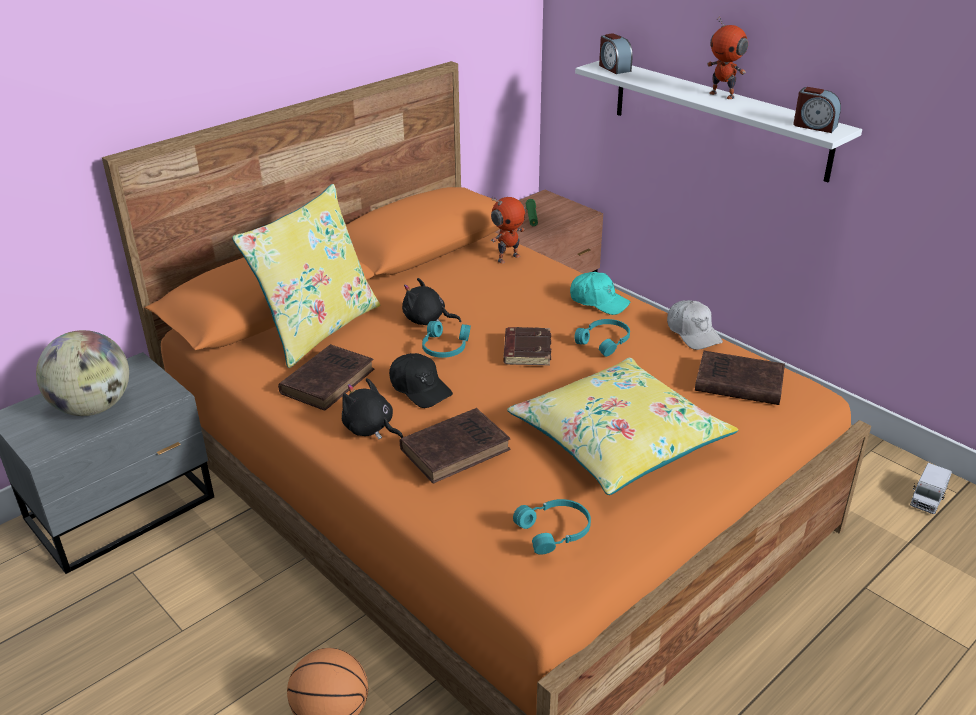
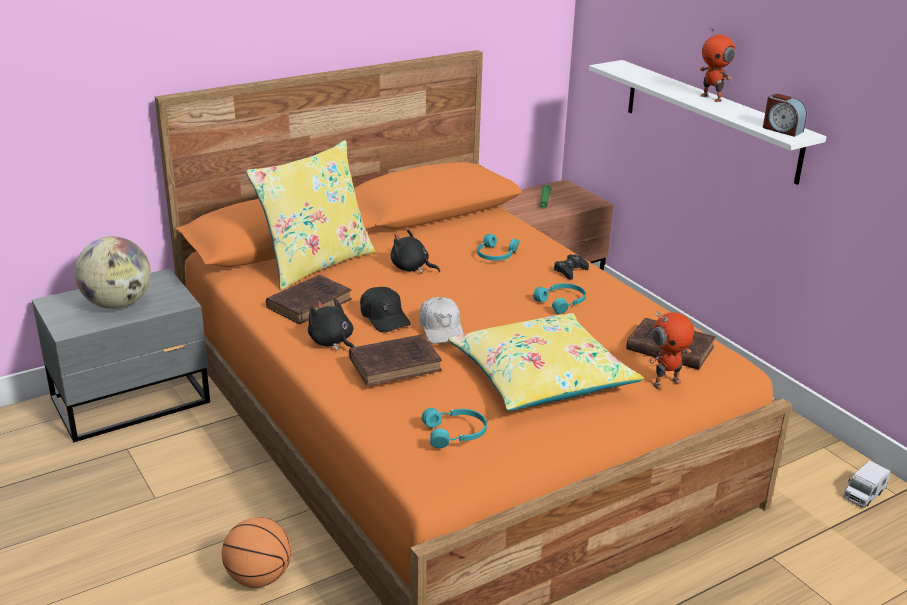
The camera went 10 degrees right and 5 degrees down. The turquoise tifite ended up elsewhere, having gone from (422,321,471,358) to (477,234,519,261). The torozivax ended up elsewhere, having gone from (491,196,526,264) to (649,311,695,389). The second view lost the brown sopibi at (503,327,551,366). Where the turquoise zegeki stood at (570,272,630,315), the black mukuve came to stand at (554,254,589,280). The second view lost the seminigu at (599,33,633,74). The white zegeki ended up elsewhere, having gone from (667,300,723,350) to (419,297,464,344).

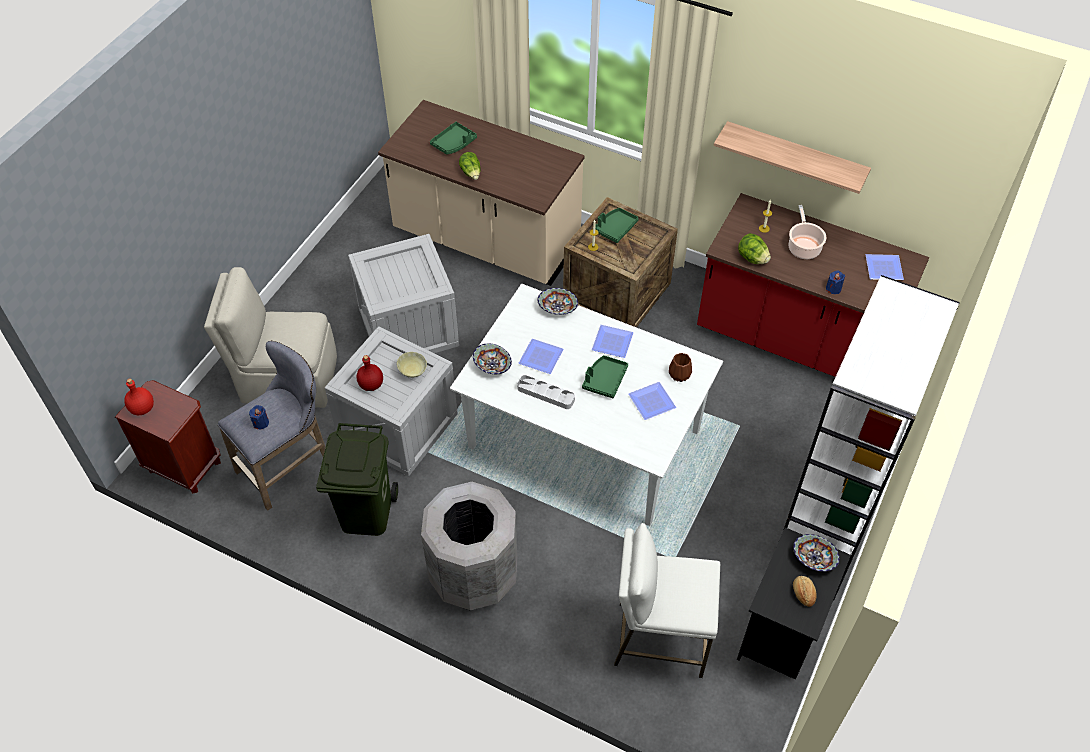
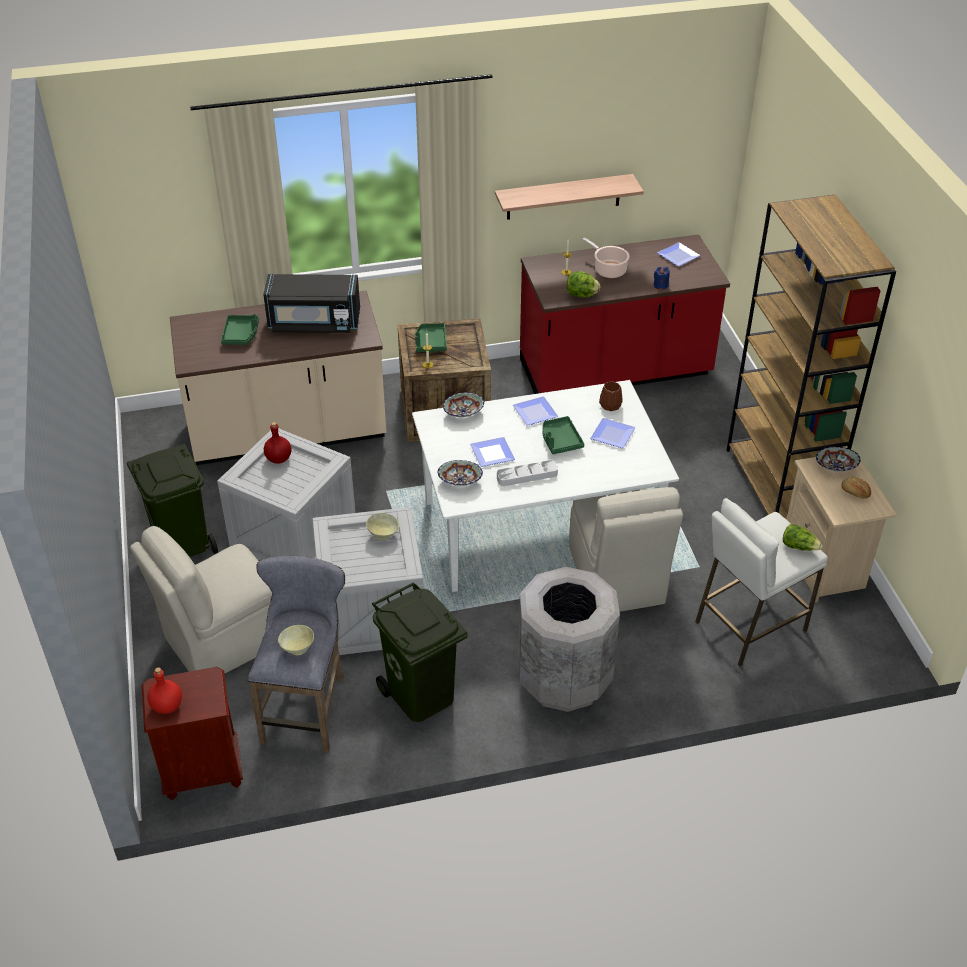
The camera went 40 degrees left and 10 degrees down. Where the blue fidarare stood at (249,405,269,429), the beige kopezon came to stand at (278,625,314,655). The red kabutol ended up elsewhere, having gone from (357,355,383,391) to (264,422,291,464). The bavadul ended up elsewhere, having gone from (459,152,481,180) to (783,524,823,551). What was the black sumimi at (737,527,851,680) turned into the beige sumimi at (786,457,897,603). What was the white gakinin at (783,275,960,601) turned into the brown gakinin at (727,195,896,519). The second view gained the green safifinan at (127,444,218,557). The second view gained the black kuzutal at (263,274,360,333). The second view gained the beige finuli at (569,487,683,612).

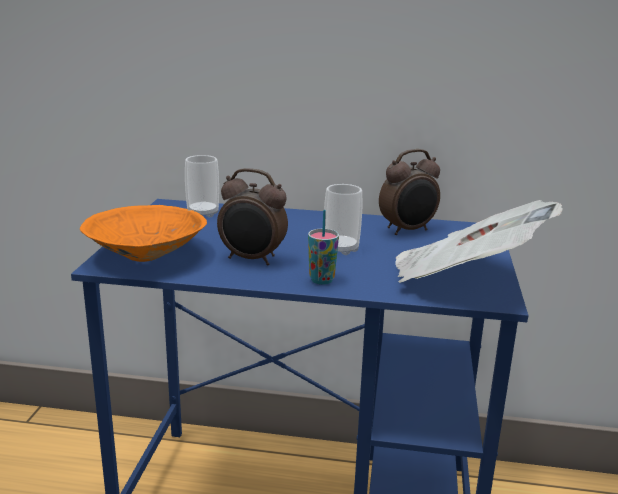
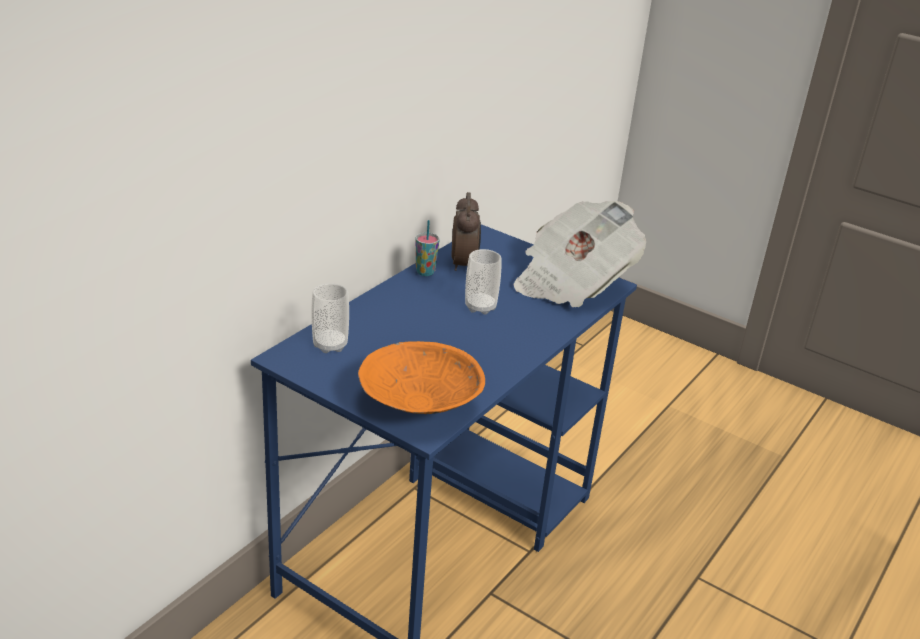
The camera went 65 degrees left and 10 degrees up. The second view lost the seminigu at (217,168,288,265). The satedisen ended up elsewhere, having gone from (308,210,339,285) to (416,220,440,276).

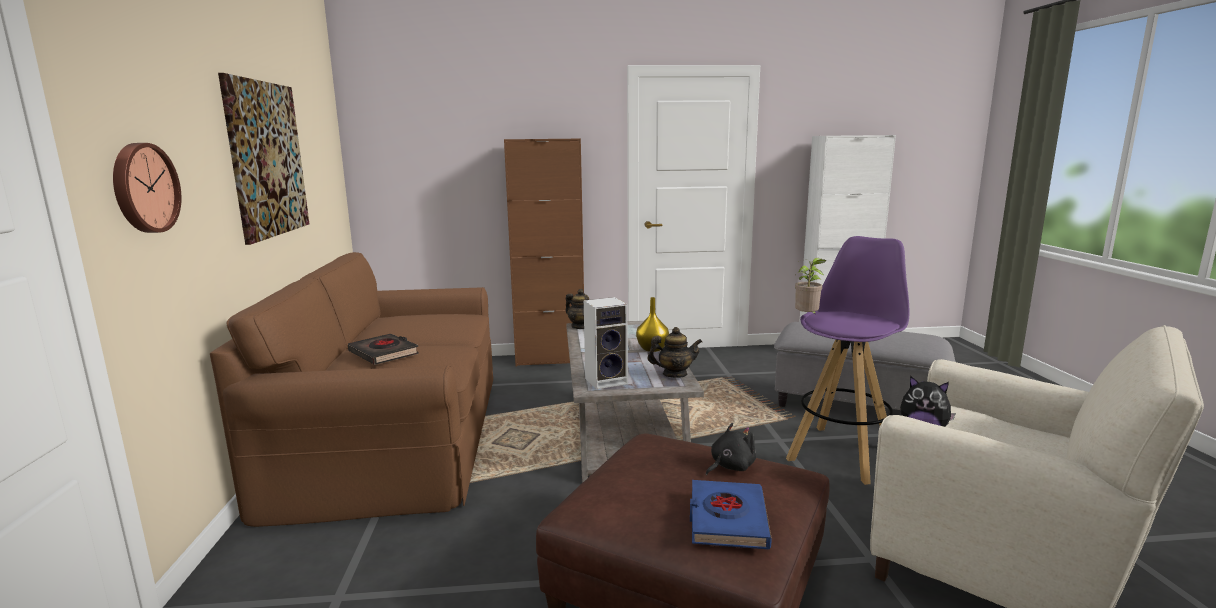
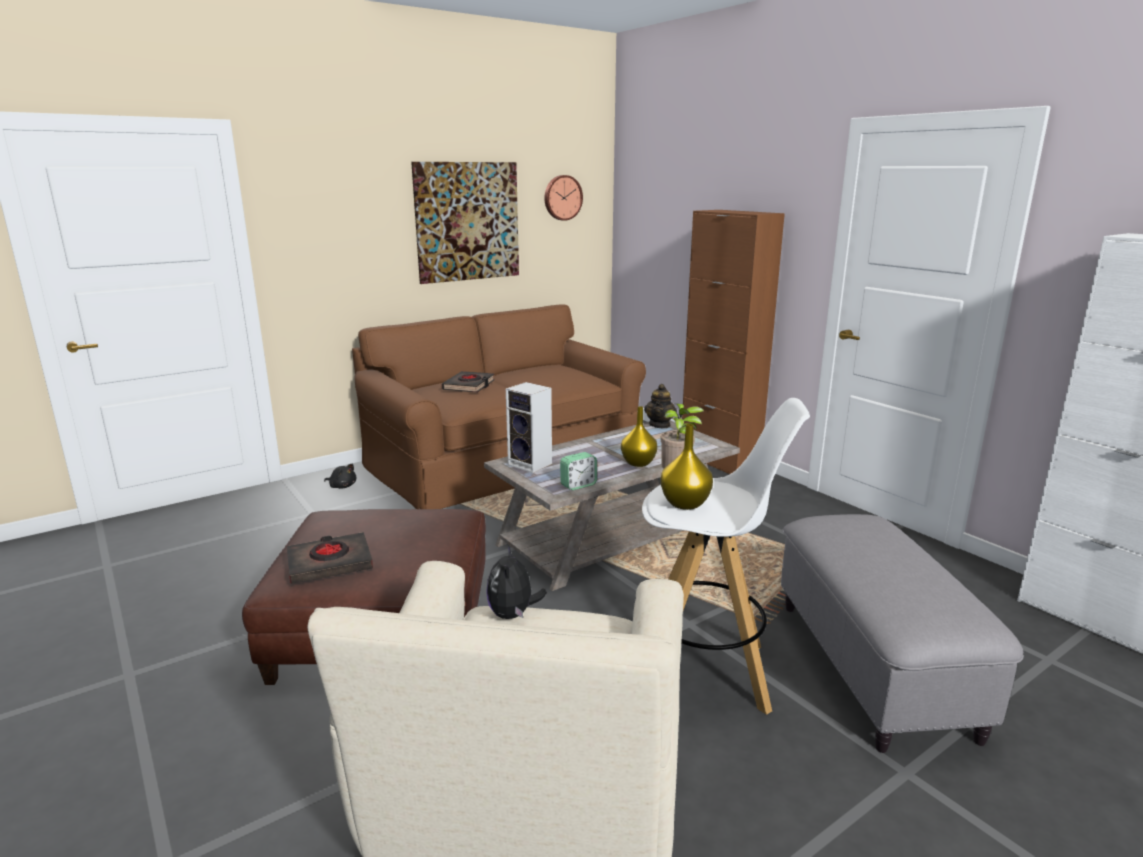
The camera went 60 degrees right and 5 degrees up. The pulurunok ended up elsewhere, having gone from (113,143,181,233) to (544,175,583,221). Where the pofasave stood at (648,327,702,378), the seminigu came to stand at (560,452,597,490). What was the blue sopibi at (690,480,772,549) turned into the black sopibi at (287,532,373,584). The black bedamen ended up elsewhere, having gone from (706,423,756,476) to (324,464,357,488). What was the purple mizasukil at (786,236,909,485) turned into the white mizasukil at (642,398,810,715). The second view gained the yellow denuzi at (661,424,713,510).

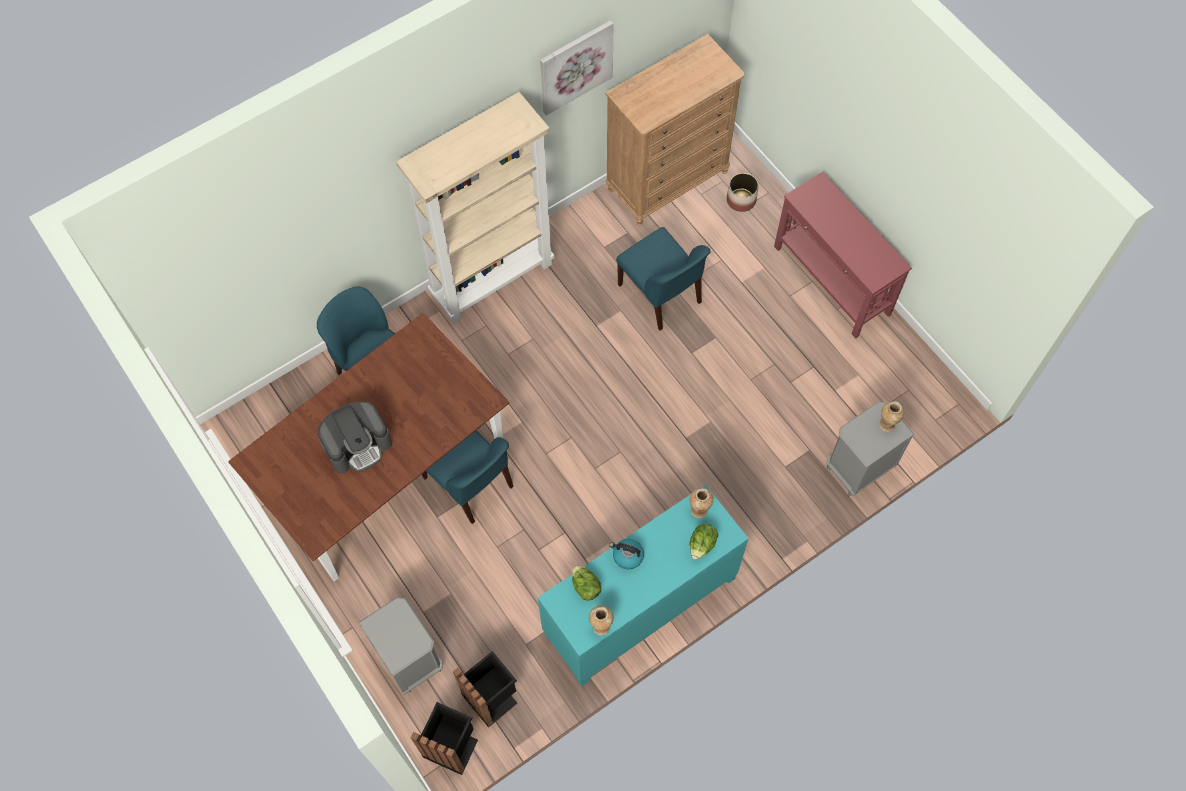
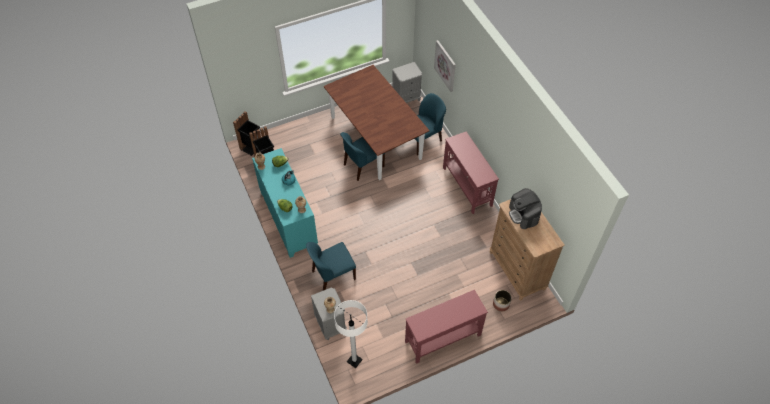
The camera went 100 degrees right and 10 degrees down. The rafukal ended up elsewhere, having gone from (318,401,392,474) to (509,188,542,229). The grey sumimi ended up elsewhere, having gone from (359,597,443,695) to (392,62,423,103). Where the beige gakinin stood at (396,92,554,324), the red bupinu came to stand at (443,132,499,214). The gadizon ended up elsewhere, having gone from (540,20,614,116) to (434,40,456,92). The blue finuli ended up elsewhere, having gone from (616,227,710,330) to (306,242,356,291). The second view gained the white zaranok at (334,300,368,368).

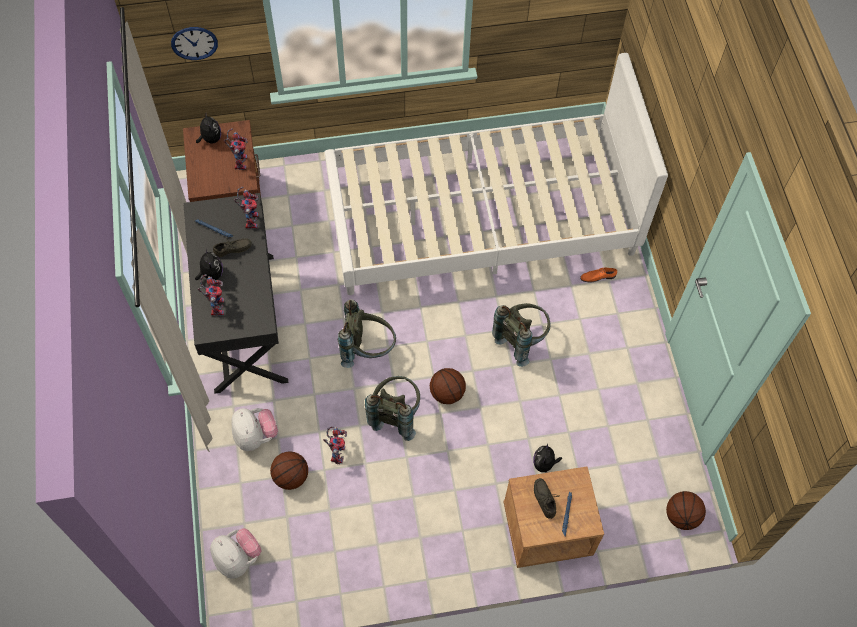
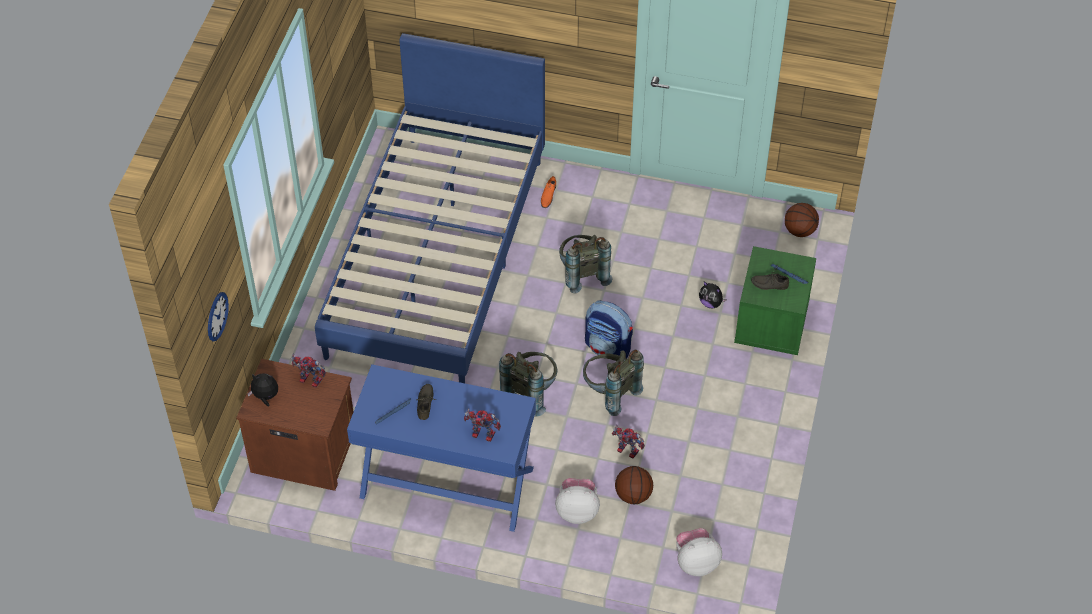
The camera went 65 degrees left and 10 degrees down. What was the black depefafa at (183,193,288,394) turned into the blue depefafa at (347,364,536,532). The second view lost the bedamen at (195,248,223,280). The second view lost the torozivax at (234,187,259,229). What was the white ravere at (325,53,668,295) turned into the blue ravere at (315,33,545,383). Where the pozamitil stood at (430,368,466,404), the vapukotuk came to stand at (585,300,633,358). What was the brown sumimi at (504,466,604,568) turned into the green sumimi at (734,246,816,355).

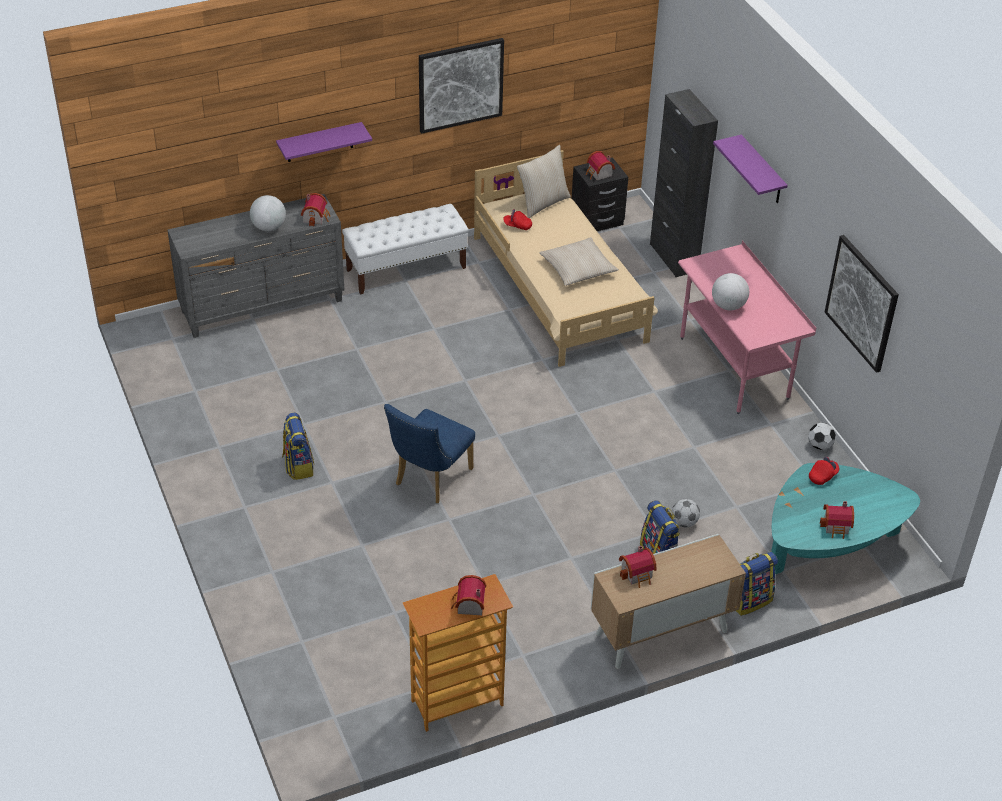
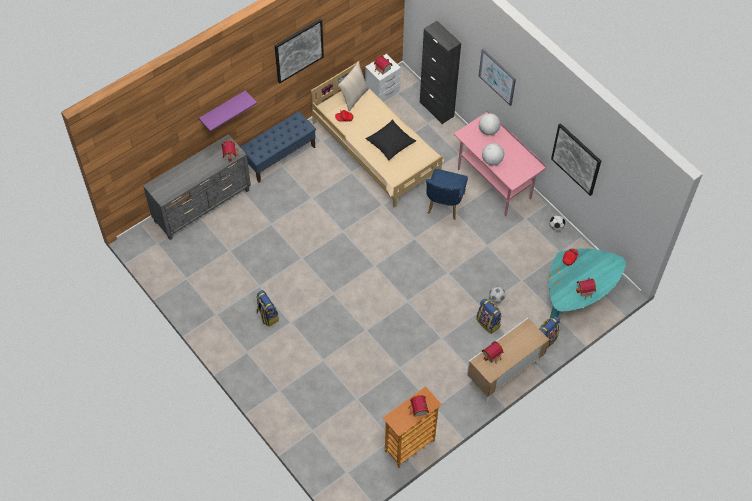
The camera went 15 degrees left and 15 degrees up. The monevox ended up elsewhere, having gone from (250,195,286,231) to (479,113,501,135). What was the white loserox at (342,204,469,295) turned into the blue loserox at (241,111,316,183). The blue finuli ended up elsewhere, having gone from (384,404,475,503) to (426,169,468,220). What was the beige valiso at (539,237,619,286) turned into the black valiso at (366,120,416,160). What was the black sumimi at (572,157,628,231) turned into the white sumimi at (365,54,401,101). Where the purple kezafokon hung at (713,135,788,203), the gadizon came to hang at (479,49,516,106).

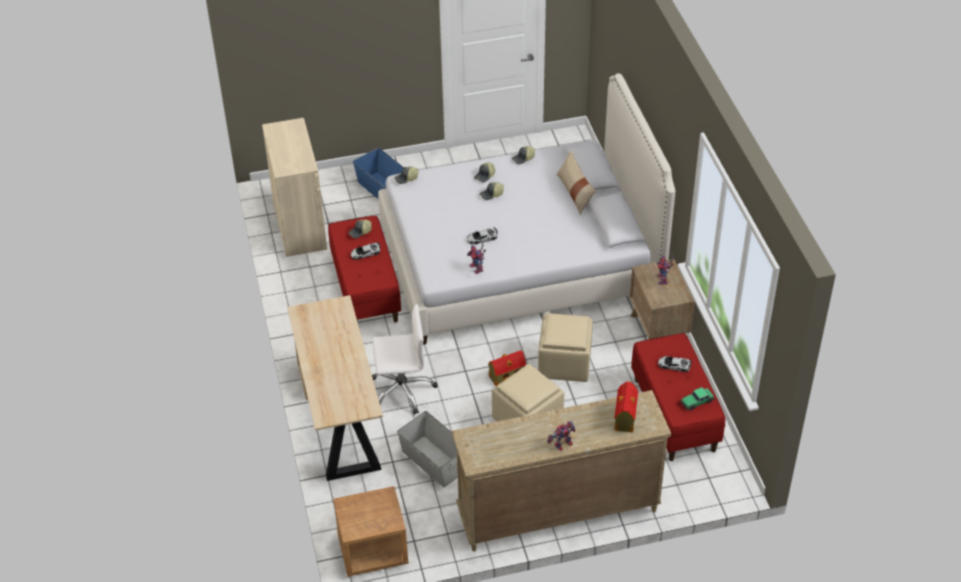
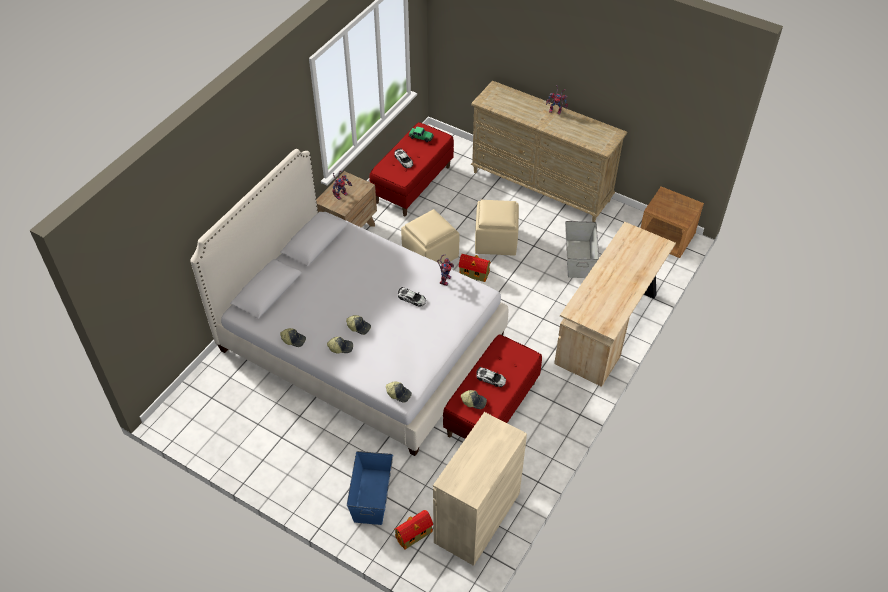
The camera went 135 degrees left and 5 degrees up. The second view lost the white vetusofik at (372,304,438,414). The second view lost the beige valiso at (557,151,596,215). The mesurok ended up elsewhere, having gone from (614,381,638,432) to (394,510,433,550).

